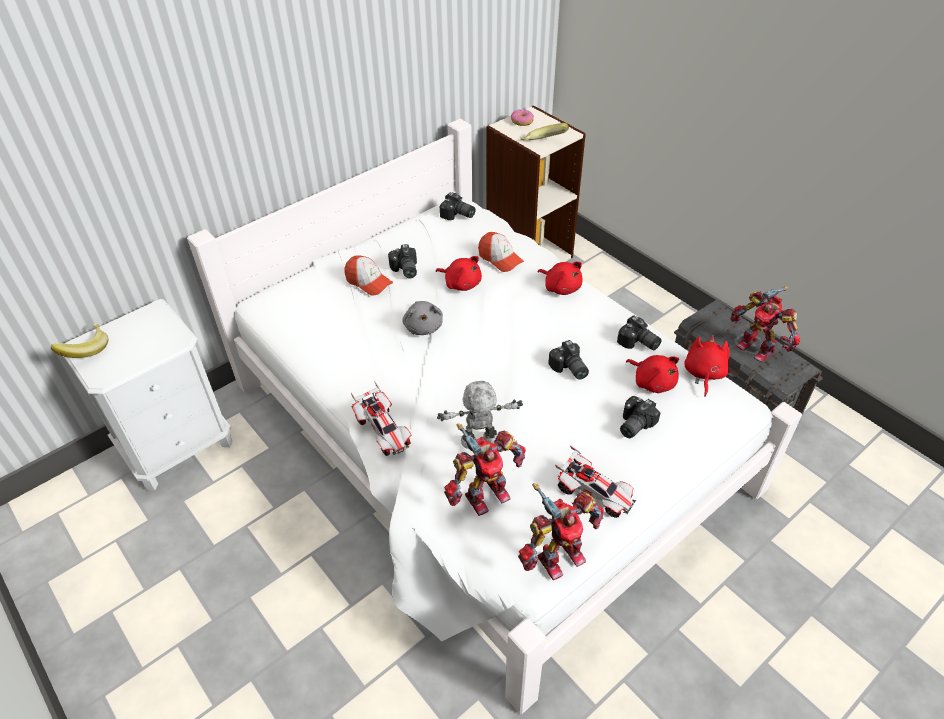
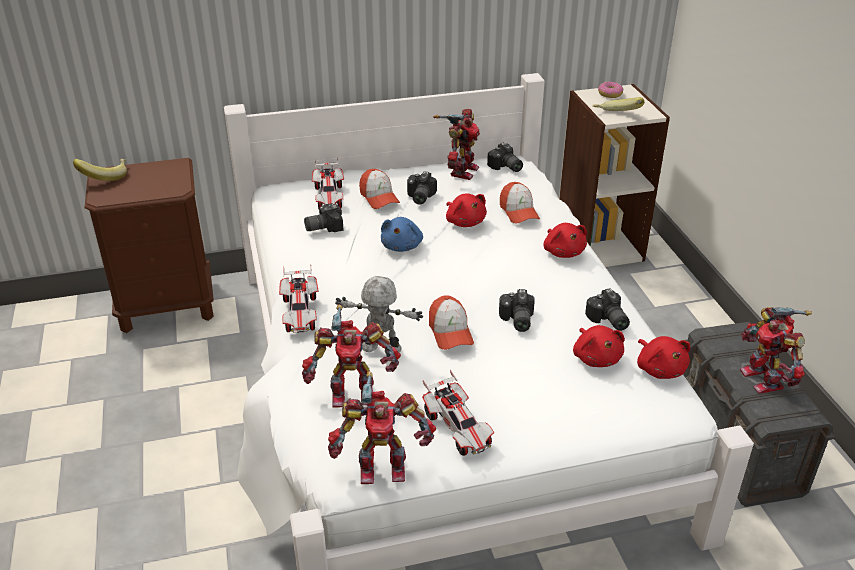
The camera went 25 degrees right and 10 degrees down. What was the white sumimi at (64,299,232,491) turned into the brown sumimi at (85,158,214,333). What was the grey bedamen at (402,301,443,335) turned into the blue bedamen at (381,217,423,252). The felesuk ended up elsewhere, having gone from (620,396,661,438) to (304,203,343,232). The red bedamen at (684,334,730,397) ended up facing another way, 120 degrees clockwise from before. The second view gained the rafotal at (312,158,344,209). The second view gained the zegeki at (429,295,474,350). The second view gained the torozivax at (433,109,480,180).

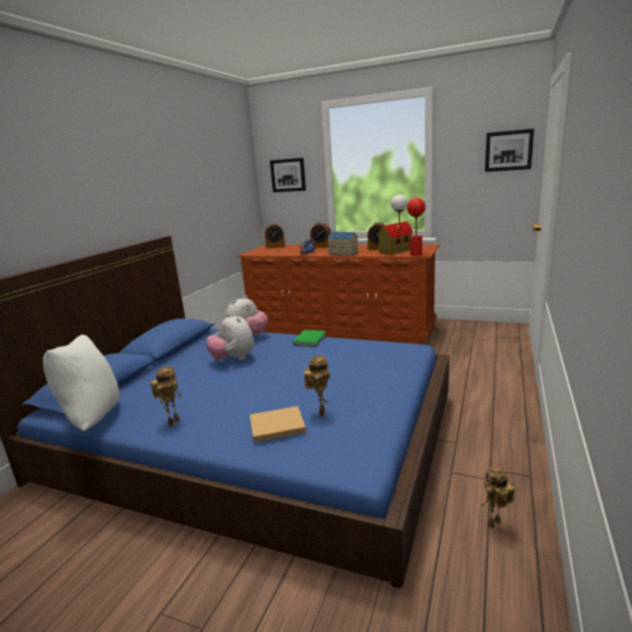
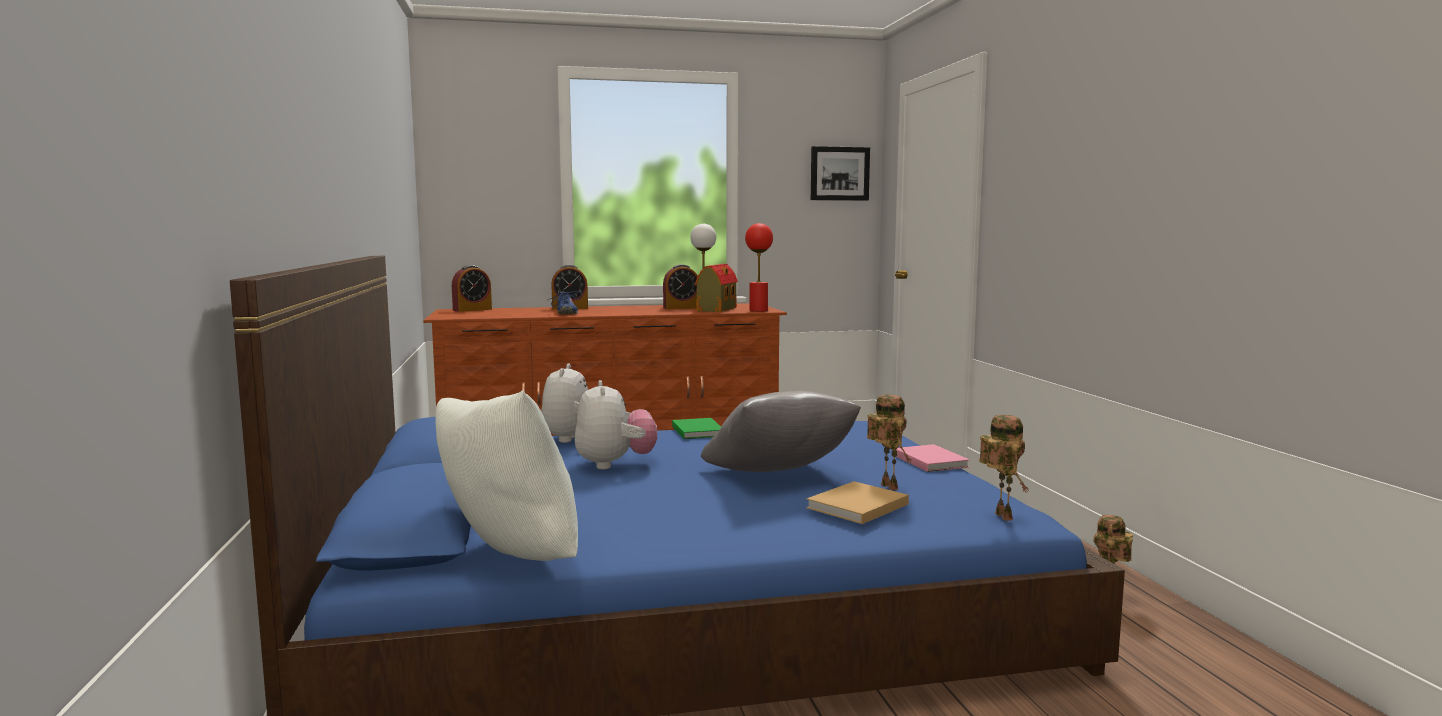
The camera went 35 degrees left and 10 degrees down. The torozivax ended up elsewhere, having gone from (150,366,182,427) to (979,415,1029,521). The bedamen at (206,313,254,360) ended up facing another way, 120 degrees counterclockwise from before. The second view lost the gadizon at (270,158,306,192). The second view lost the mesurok at (327,231,358,256). The second view gained the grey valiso at (701,390,861,472). The second view gained the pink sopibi at (896,444,970,472).

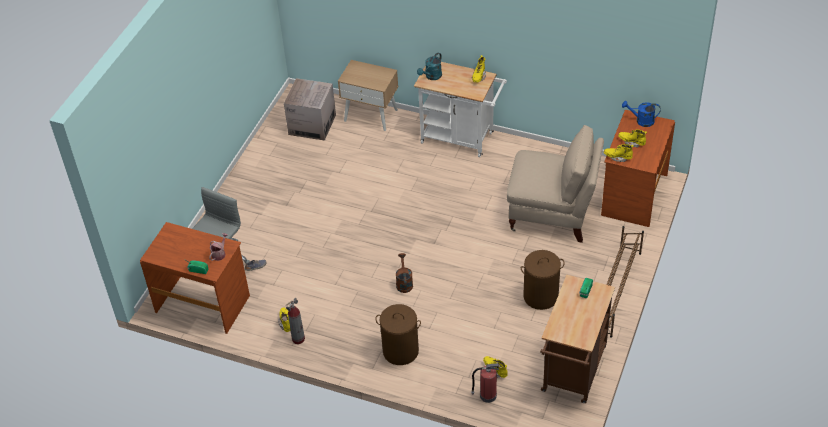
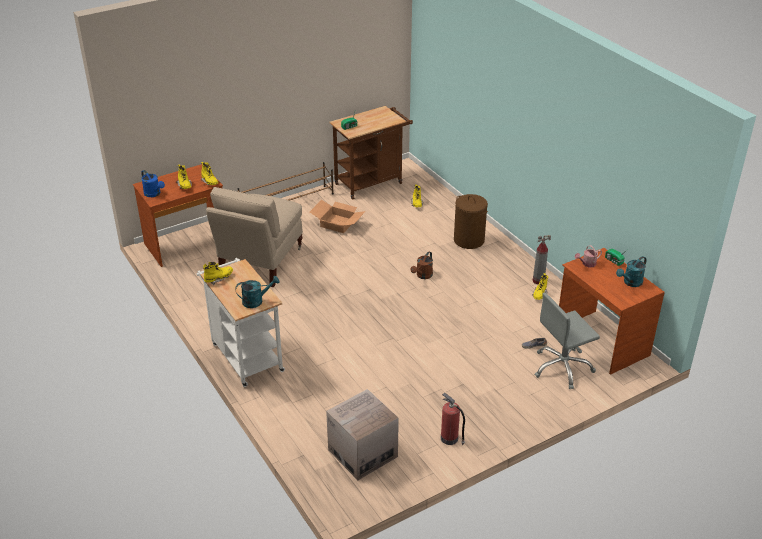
The camera went 145 degrees left and 10 degrees down. The second view lost the beige sumimi at (338,60,398,131). The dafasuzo ended up elsewhere, having gone from (471,363,499,403) to (441,393,465,445). The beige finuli at (507,125,604,243) ended up facing another way, 120 degrees counterclockwise from before. Where the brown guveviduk stood at (521,250,565,310), the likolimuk came to stand at (310,200,365,233). The second view gained the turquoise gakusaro at (616,256,647,287).

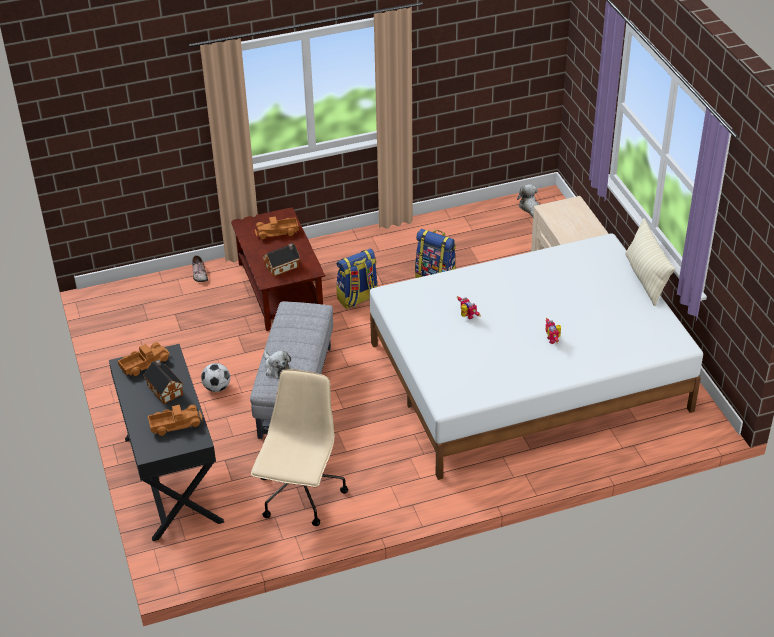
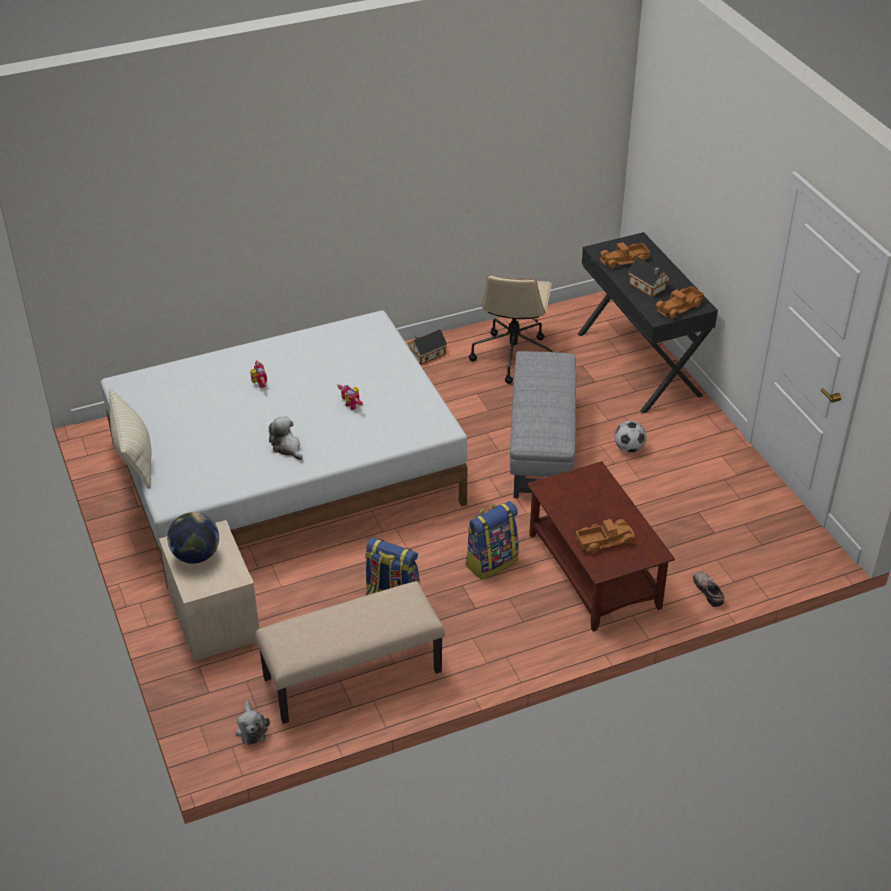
The camera went 175 degrees right and 0 degrees up. The mesurok ended up elsewhere, having gone from (263,243,300,277) to (408,330,447,365). The bedamen ended up elsewhere, having gone from (264,350,291,379) to (269,416,303,460). The second view gained the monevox at (167,512,219,564). The second view gained the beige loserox at (255,581,445,724).

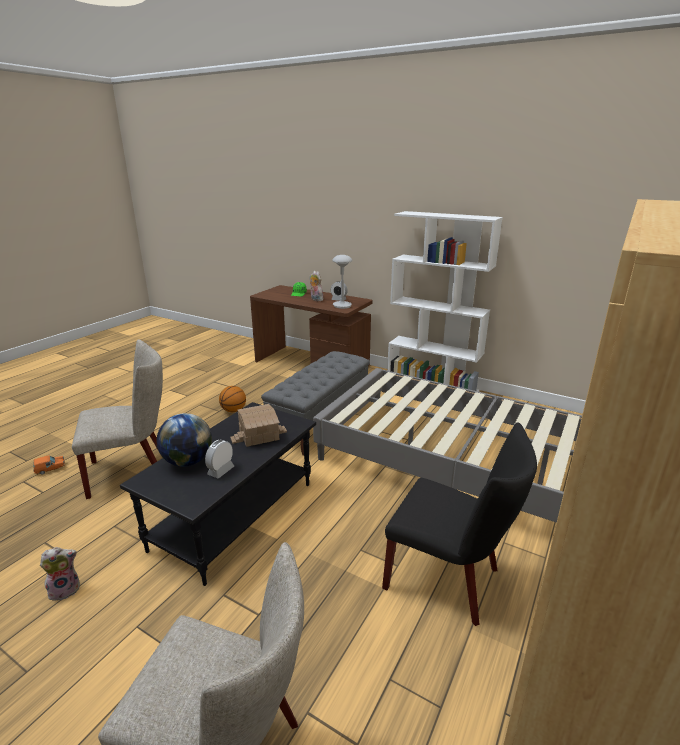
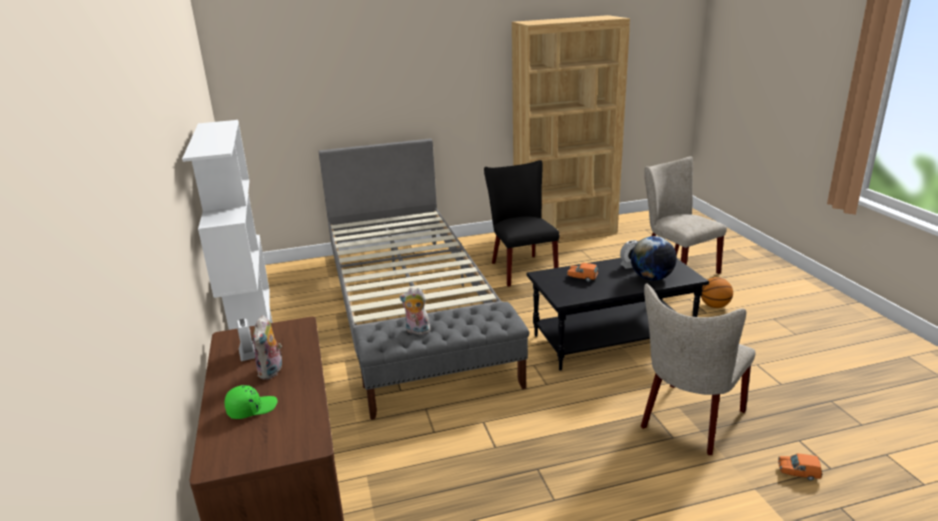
The camera went 135 degrees left and 0 degrees up. The bedamen ended up elsewhere, having gone from (40,547,80,601) to (399,288,432,334). The beige finuli at (72,339,163,499) ended up facing another way, 75 degrees counterclockwise from before. The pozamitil ended up elsewhere, having gone from (219,386,246,412) to (701,277,733,308). Where the mesurok stood at (230,404,287,447), the orange rafotal came to stand at (567,263,598,282). The second view lost the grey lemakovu at (332,255,352,309).

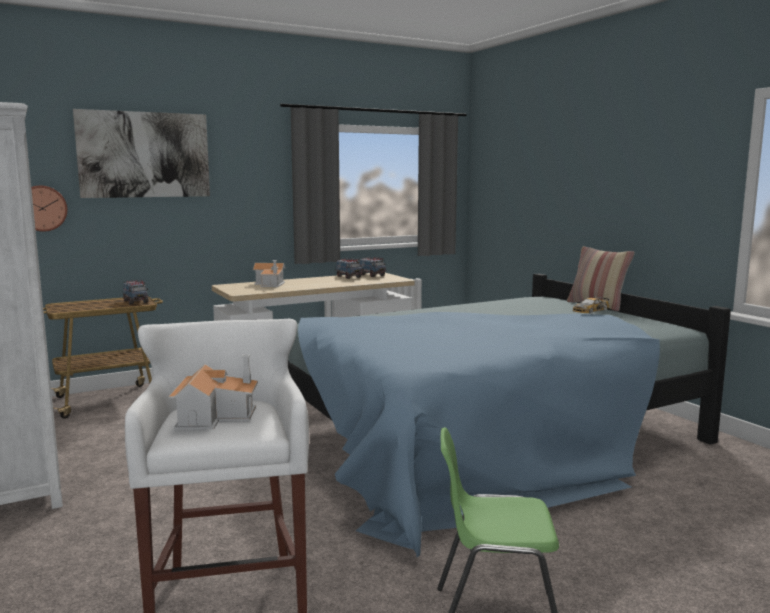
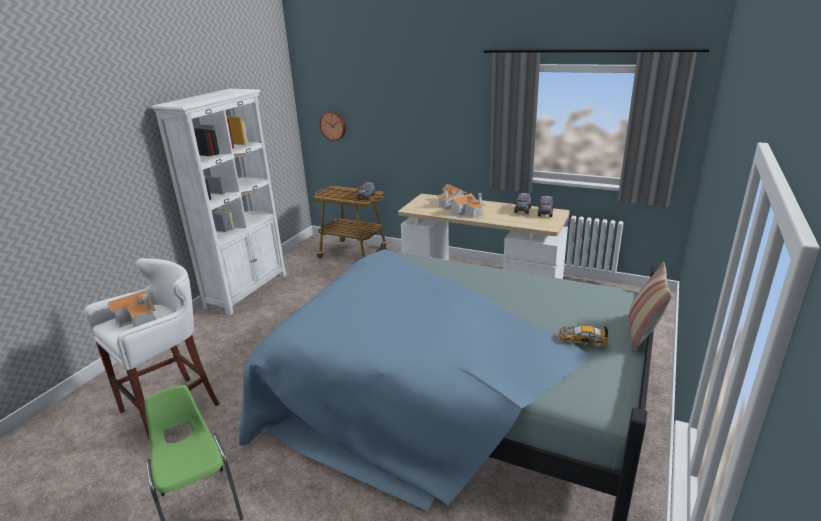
The camera went 55 degrees right and 15 degrees up. The second view lost the gadizon at (73,109,210,198). The second view gained the mesurok at (449,193,485,218).

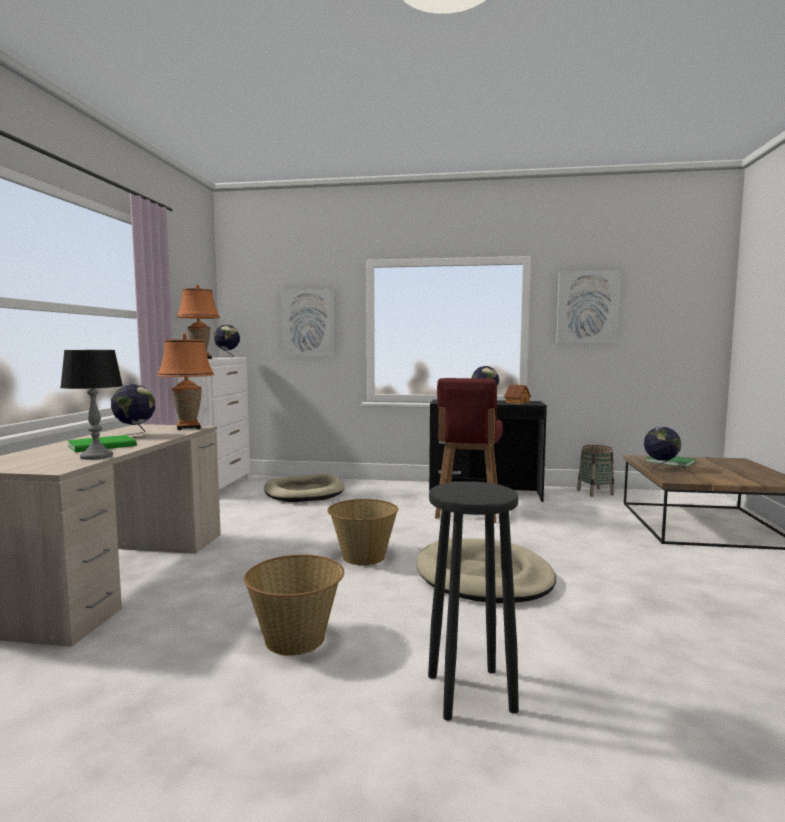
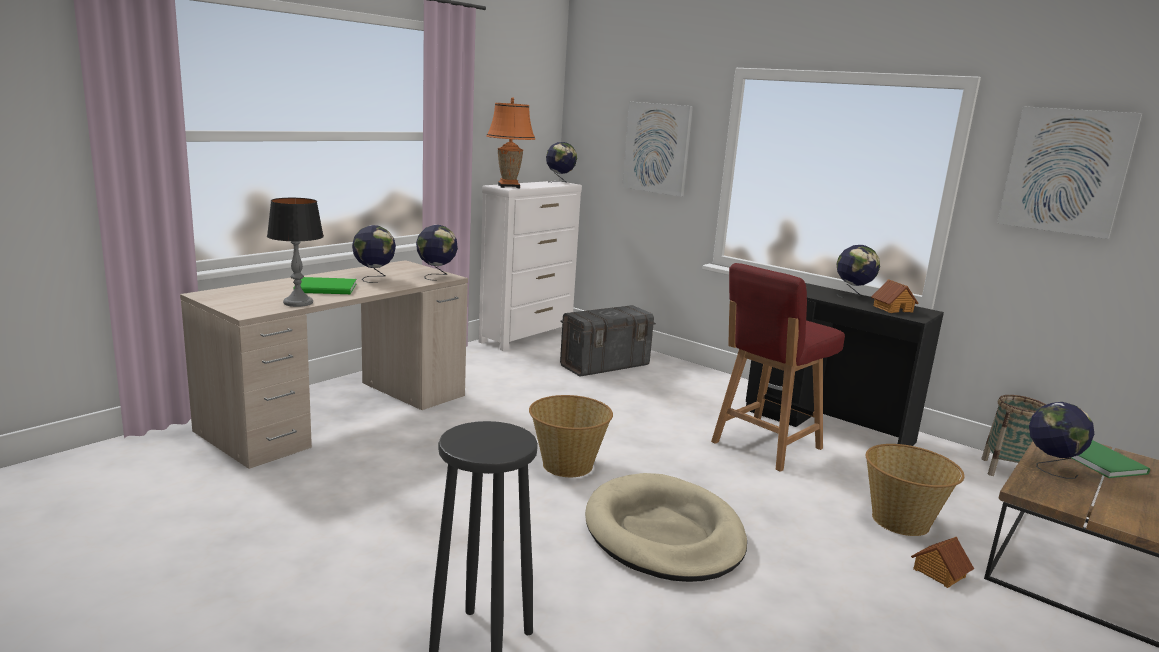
The camera went 30 degrees right and 10 degrees up. Where the orange lemakovu stood at (157,333,214,430), the monevox came to stand at (416,225,458,281). The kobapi ended up elsewhere, having gone from (244,554,344,656) to (866,444,965,536). Where the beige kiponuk stood at (264,473,345,502), the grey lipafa came to stand at (560,305,656,377). The second view gained the mesurok at (911,537,974,588).

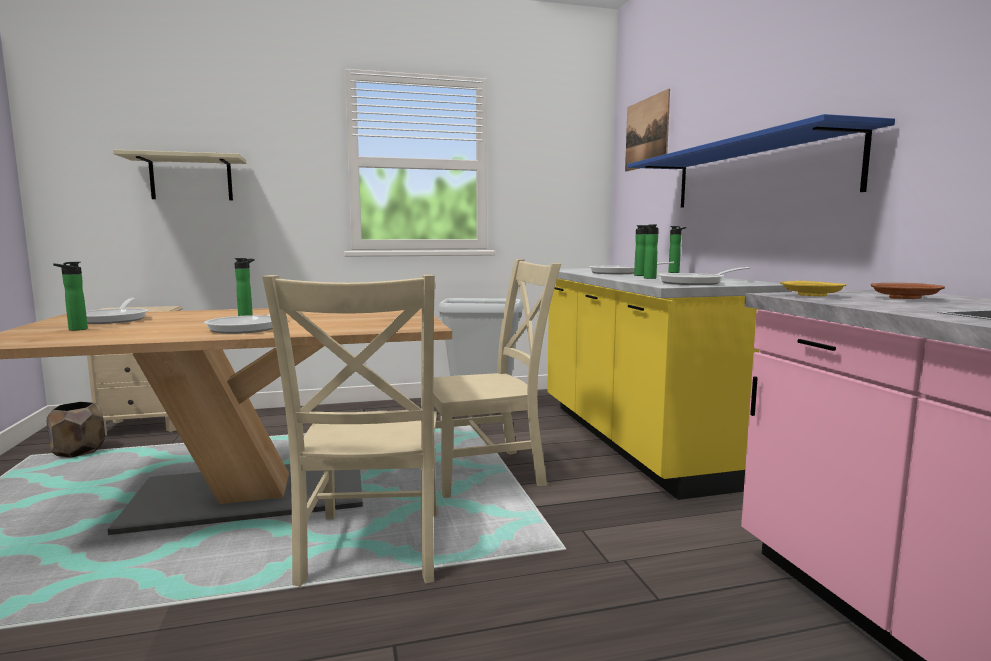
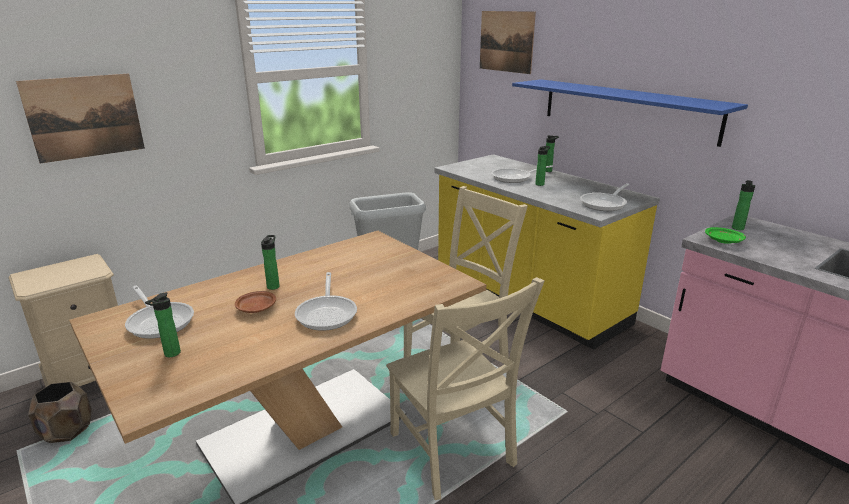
The camera went 25 degrees left and 15 degrees up. Where the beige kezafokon hung at (113,150,247,200), the gadizon came to hang at (16,74,145,163). The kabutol ended up elsewhere, having gone from (643,224,659,279) to (732,180,755,230). What was the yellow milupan at (780,281,846,296) turned into the green milupan at (705,227,746,244). The brown milupan ended up elsewhere, having gone from (871,283,945,299) to (235,291,276,313).

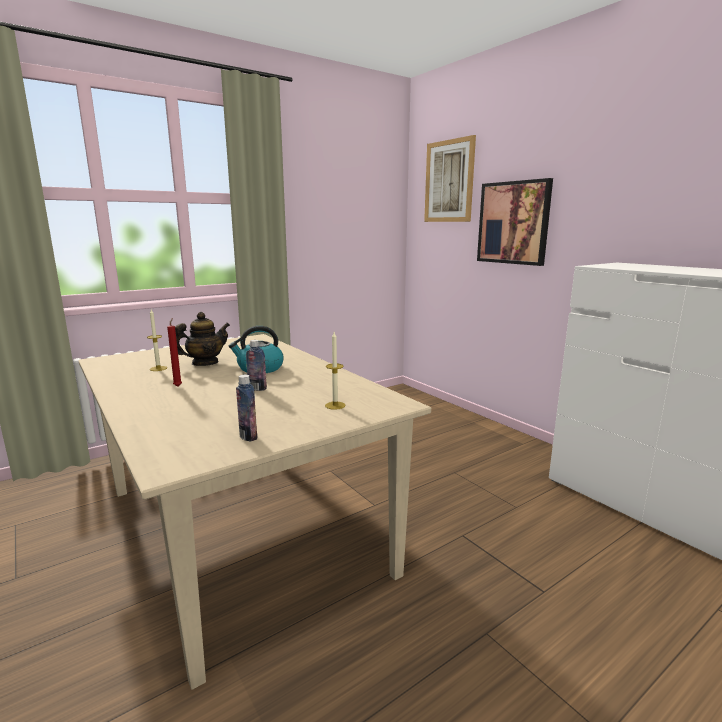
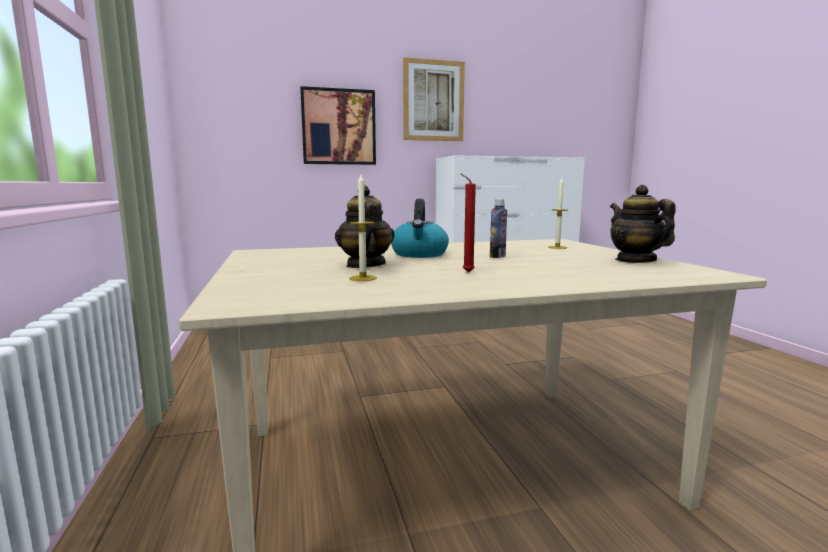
The camera went 70 degrees left and 5 degrees down. Where the kabutol stood at (236,375,257,441), the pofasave came to stand at (610,185,676,263). The gadizon ended up elsewhere, having gone from (424,135,476,222) to (403,57,465,141).

